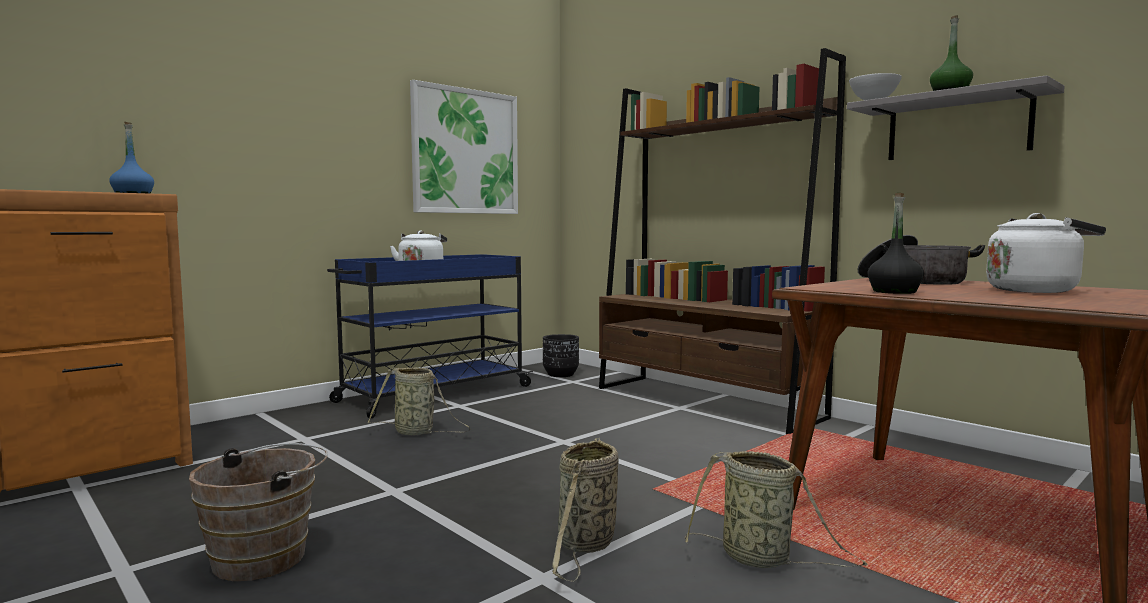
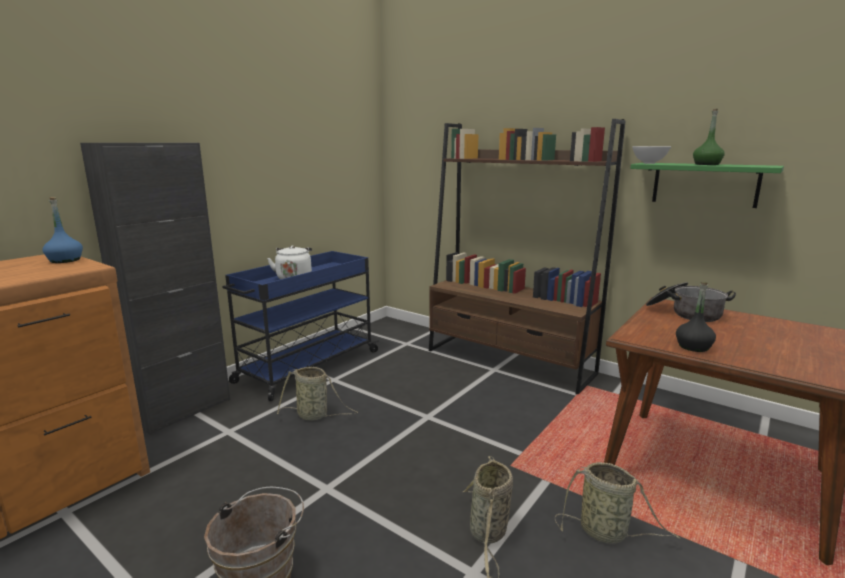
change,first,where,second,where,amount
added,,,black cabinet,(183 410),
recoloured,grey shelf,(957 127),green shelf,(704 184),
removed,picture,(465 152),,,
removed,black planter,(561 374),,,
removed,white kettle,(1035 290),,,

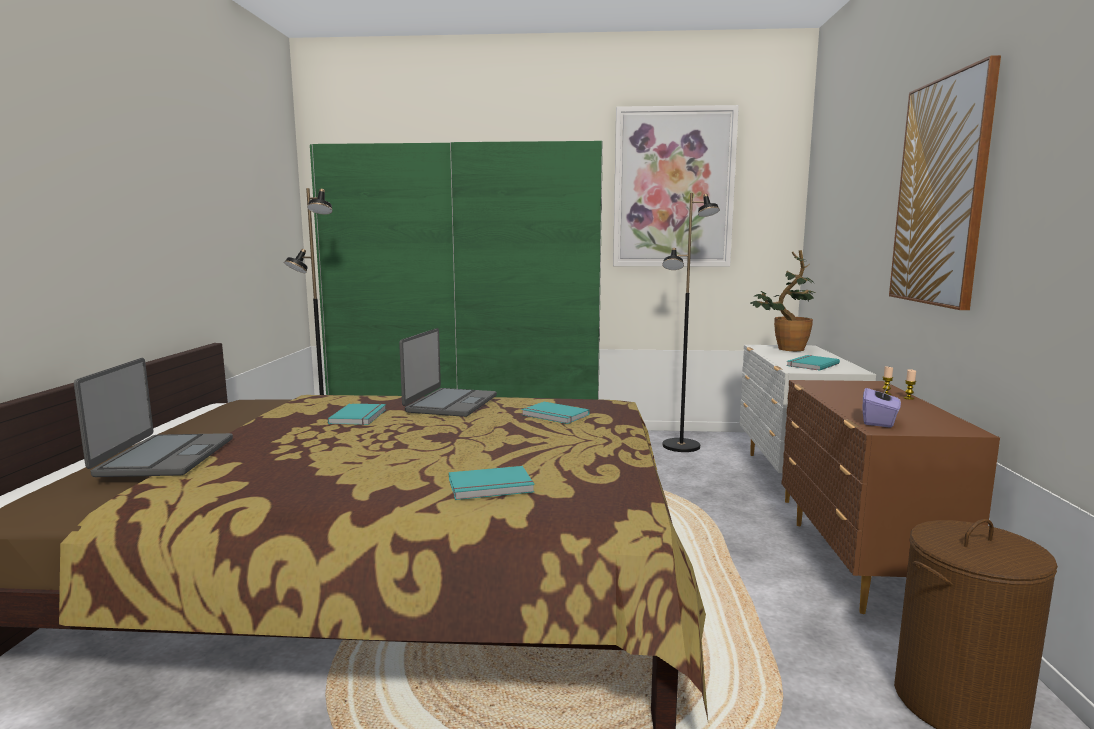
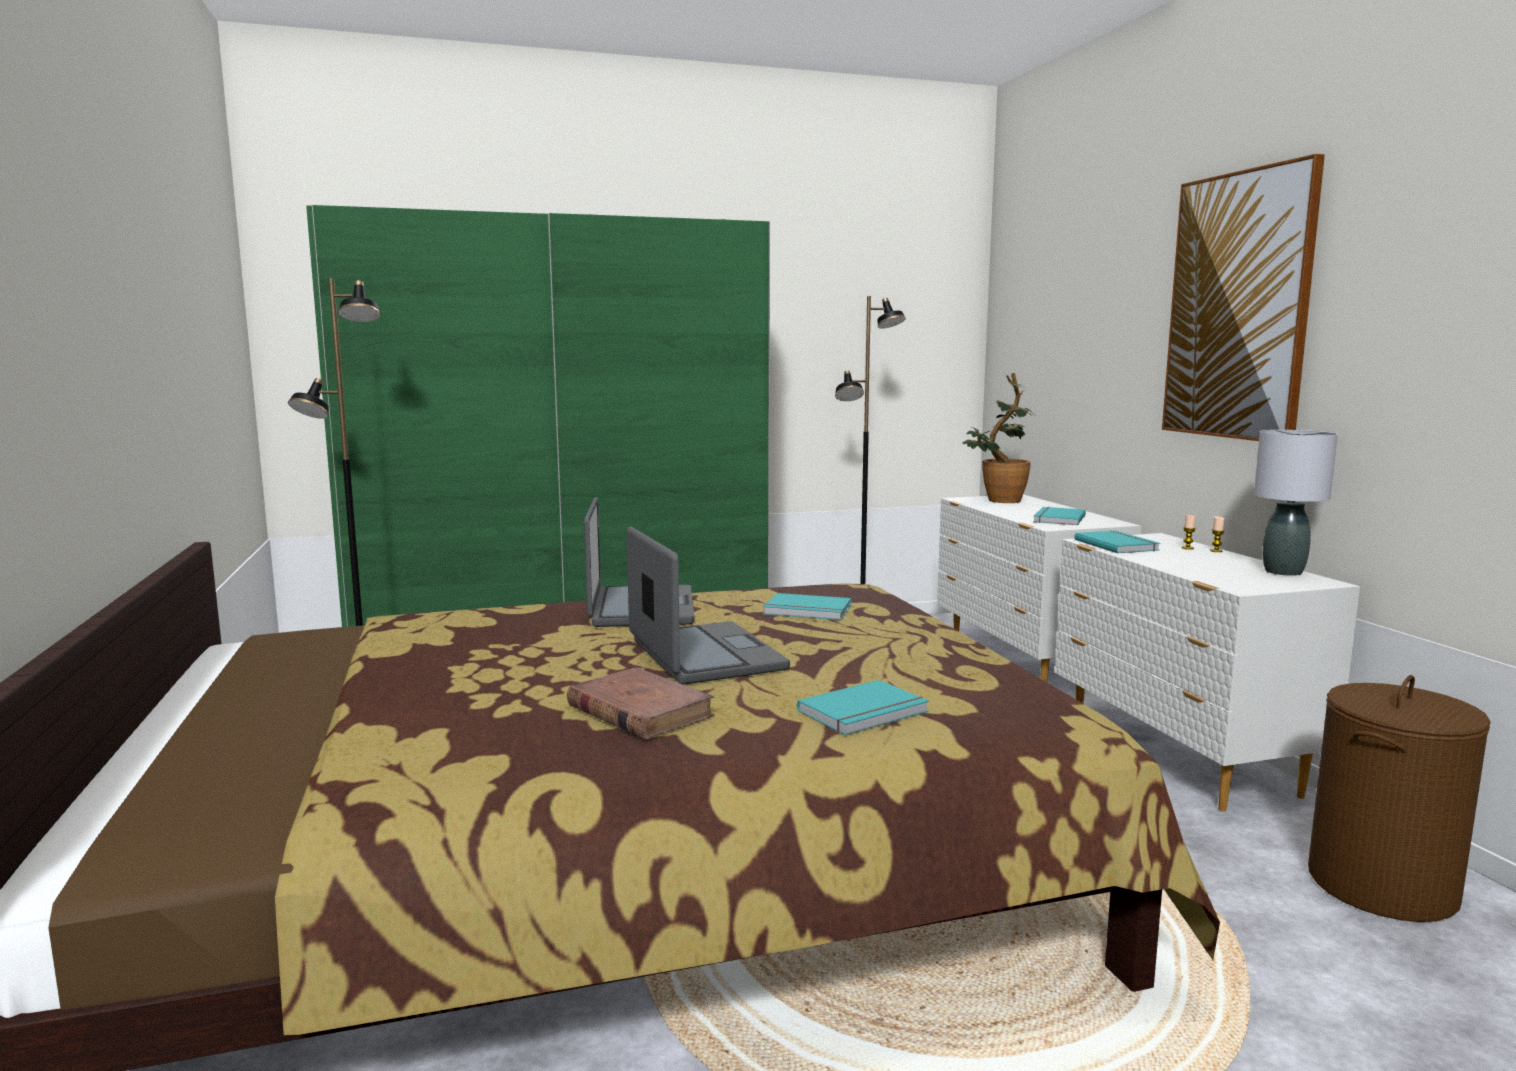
change,first,where,second,where,amount
added,,,brown book,(639 710),
moved,laptop,(164 457),,(704 655),
recoloured,brown dresser,(861 565),white dresser,(1178 757),
moved,turquoise book,(360 416),,(1117 545),
added,,,grey table lamp,(1283 572),
removed,picture,(673 188),,,
removed,purple tissue box,(879 421),,,

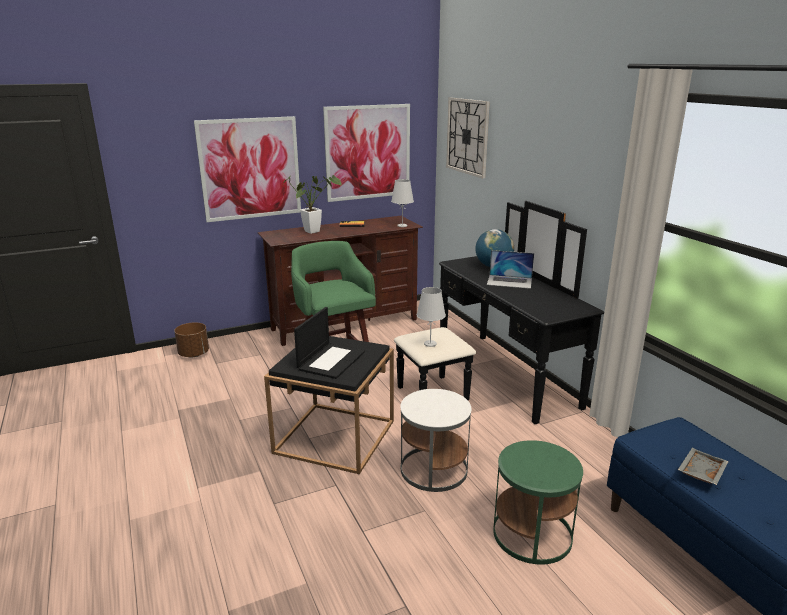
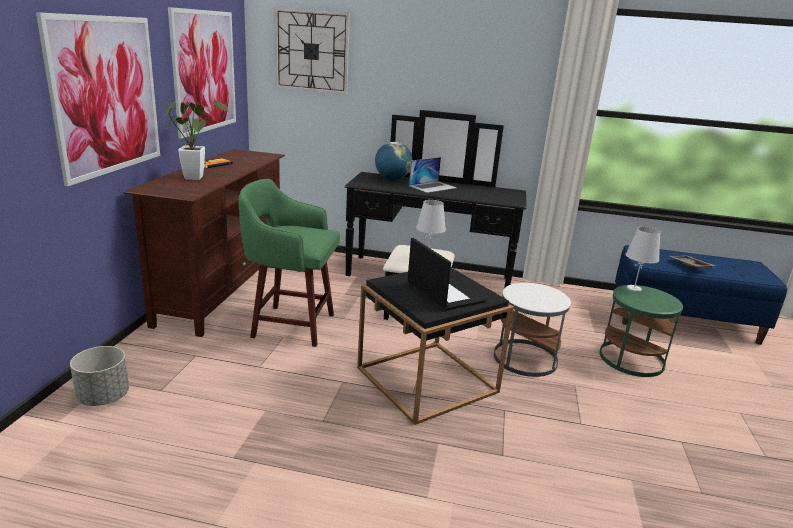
change,first,where,second,where,amount
recoloured,brown planter,(194 354),grey planter,(103 397),
moved,white table lamp,(402 225),,(634 288),

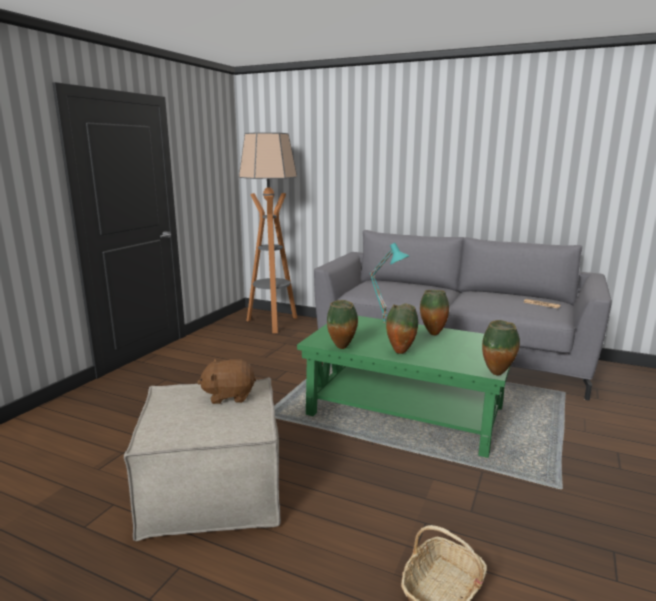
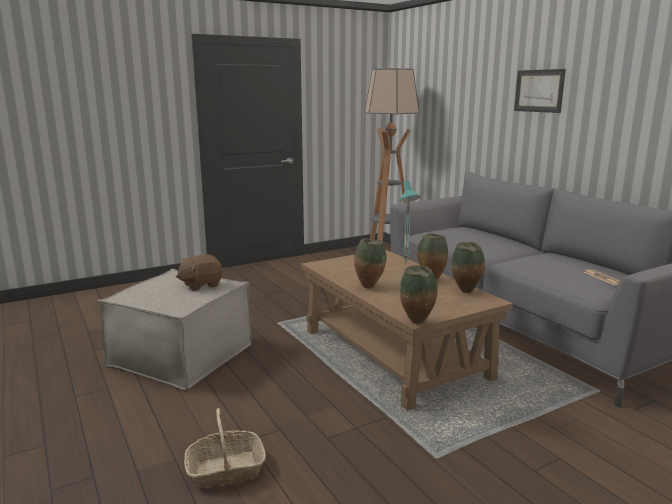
change,first,where,second,where,amount
turned,brown plush toy,(229 396),,(201 285),60 degrees counterclockwise
recoloured,green coffee table,(406 411),brown coffee table,(394 354),
moved,vase,(342 348),,(466 292),
added,,,picture,(539 91),

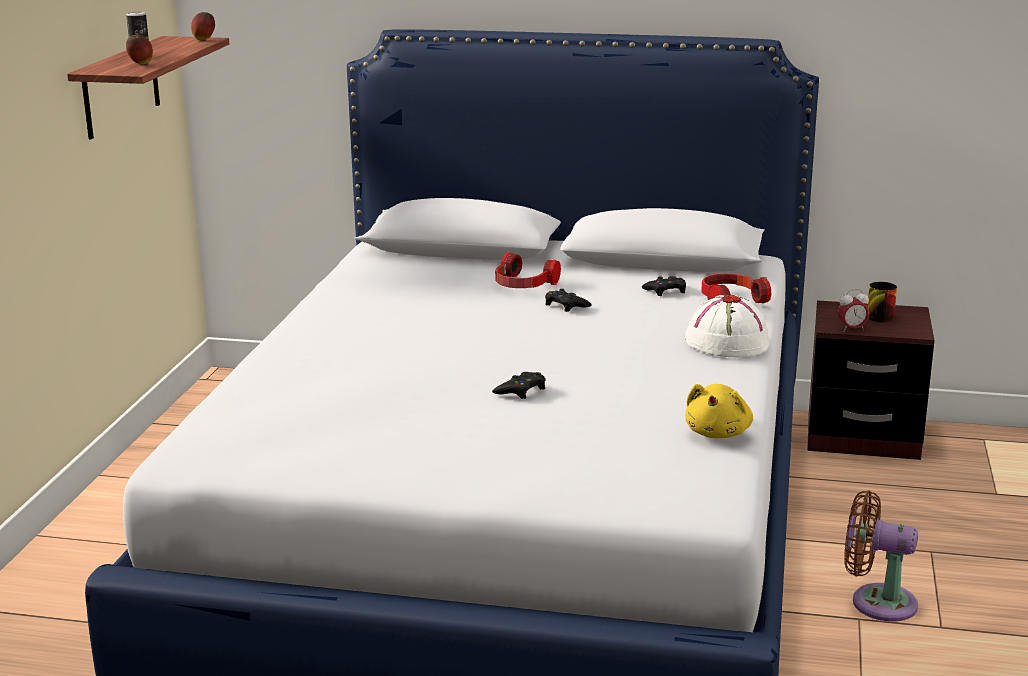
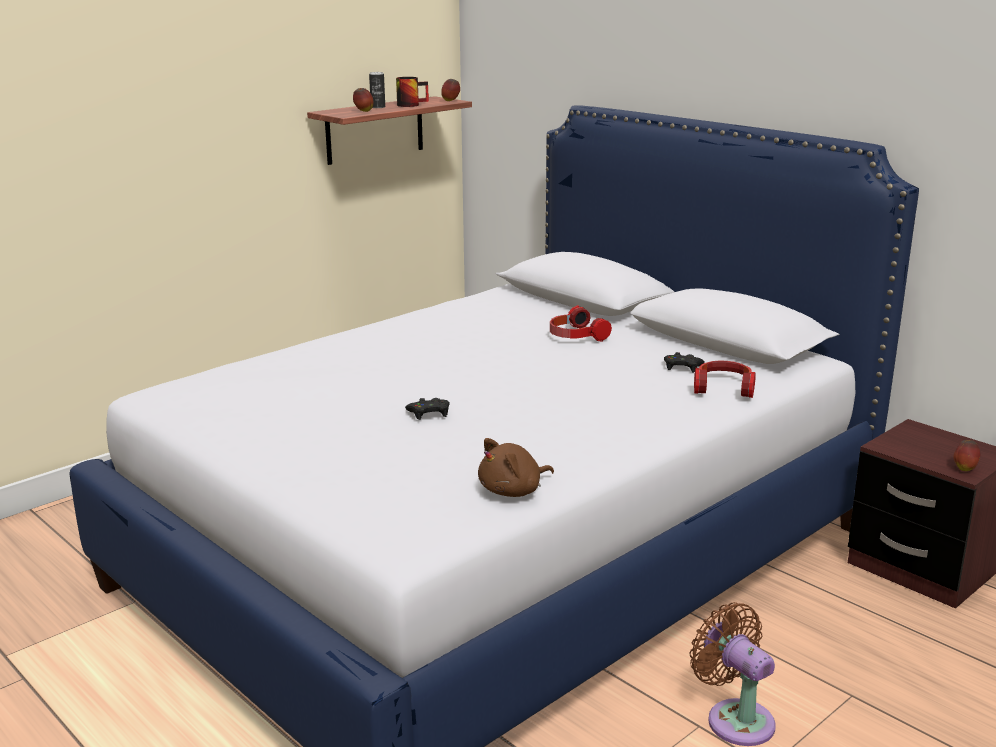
change,first,where,second,where,amount
moved,mug,(879 315),,(411 104),
recoloured,yellow plush toy,(718 433),brown plush toy,(513 491),
added,,,apple,(964 469),
removed,black game controller,(565 305),,,
removed,white hat,(726 342),,,
removed,alarm clock,(851 329),,,

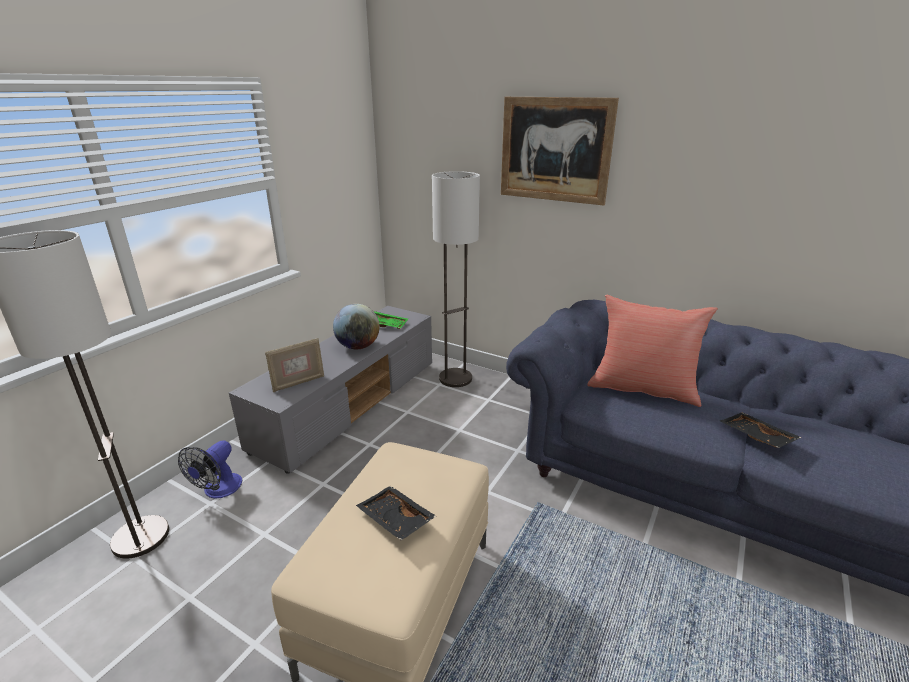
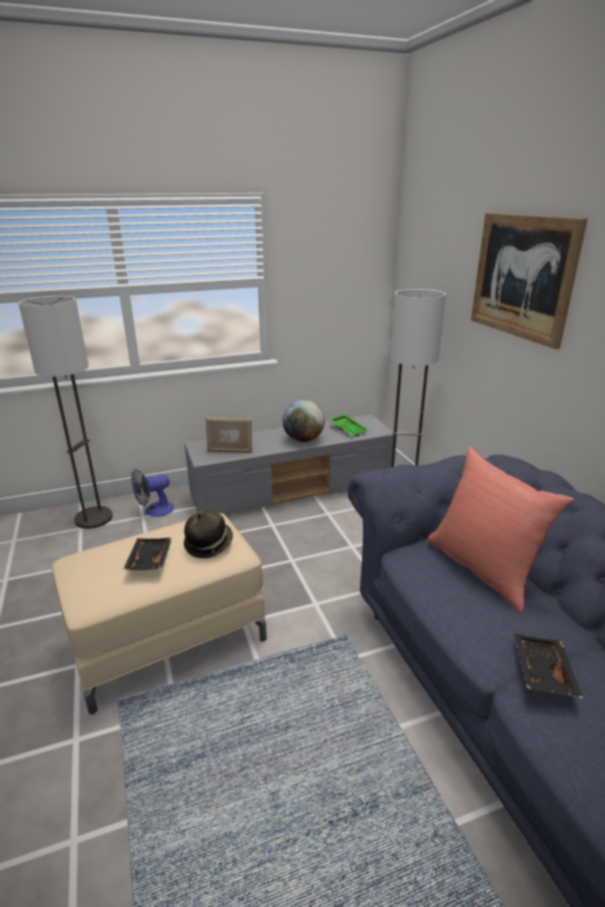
change,first,where,second,where,amount
added,,,hat,(209 544),

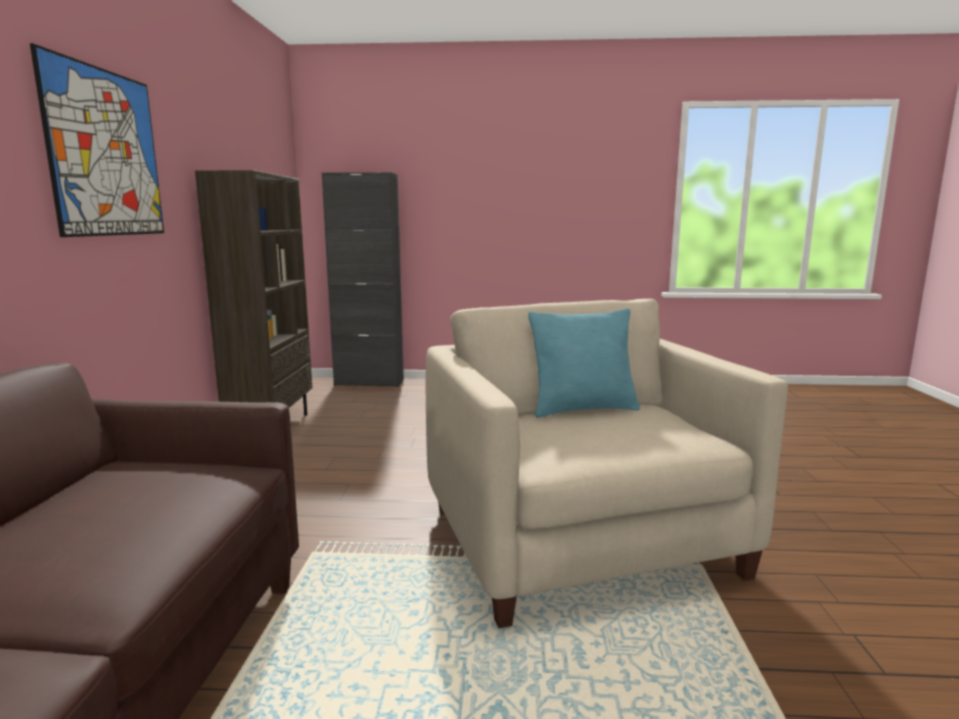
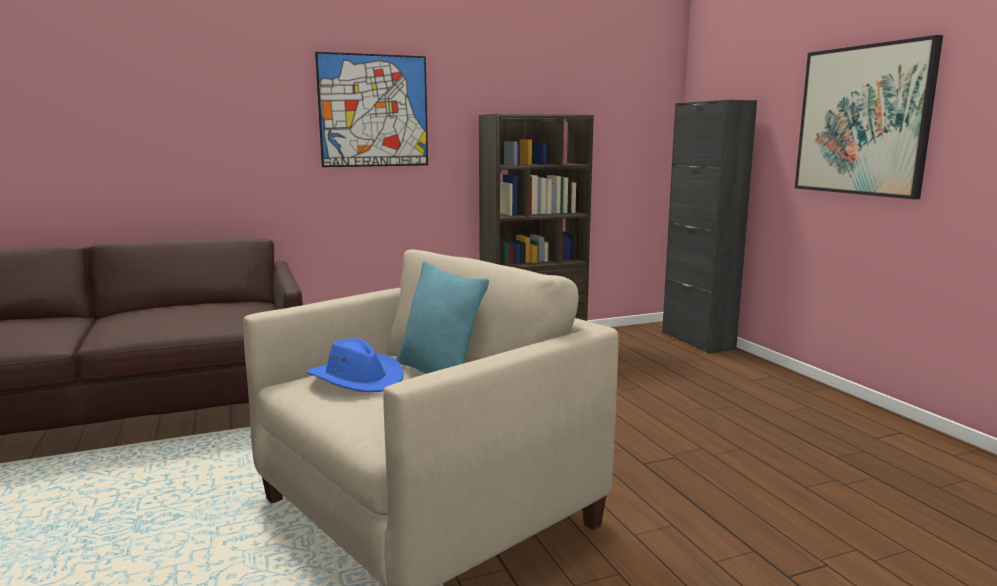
change,first,where,second,where,amount
added,,,blue hat,(357 378),
added,,,picture,(863 120),

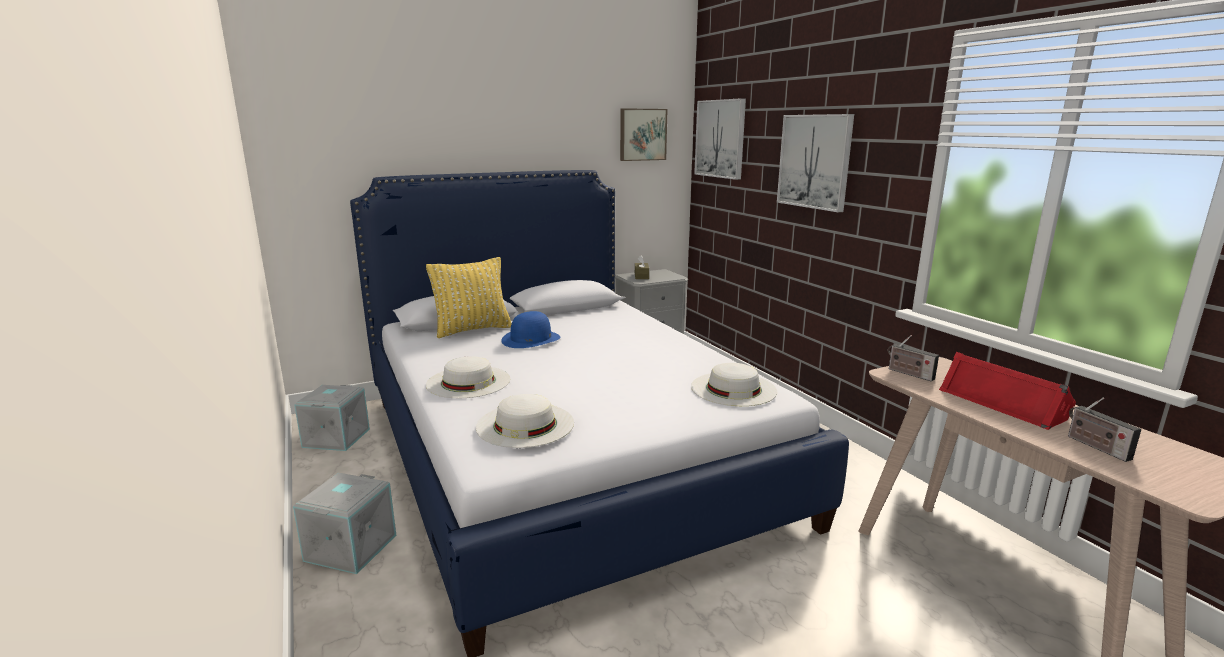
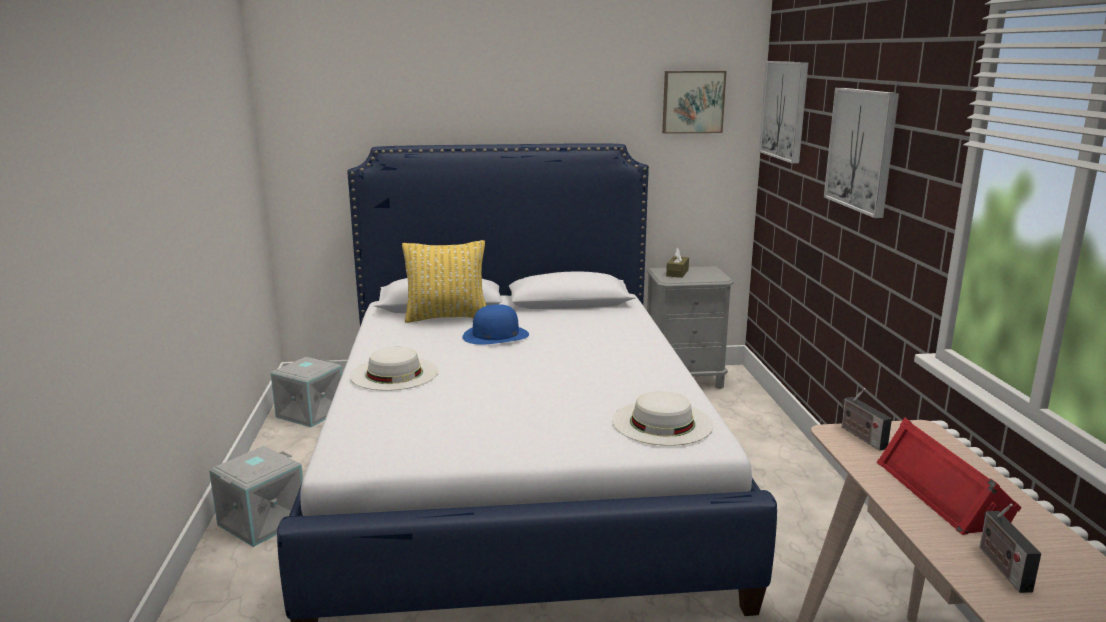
change,first,where,second,where,amount
removed,white hat,(525 424),,,

